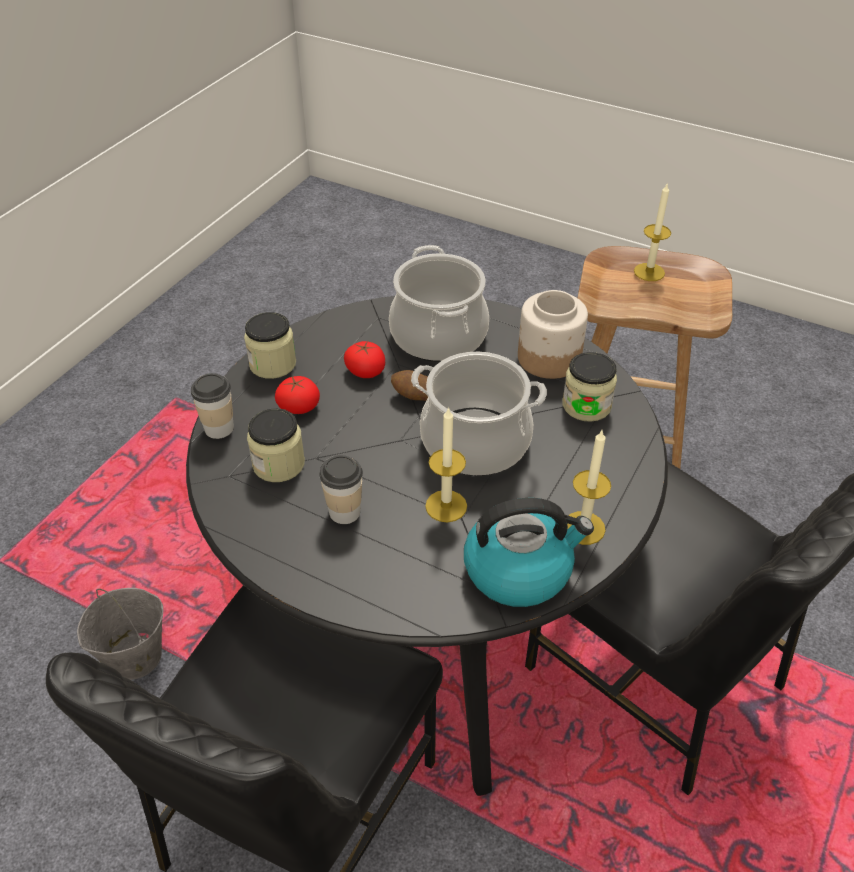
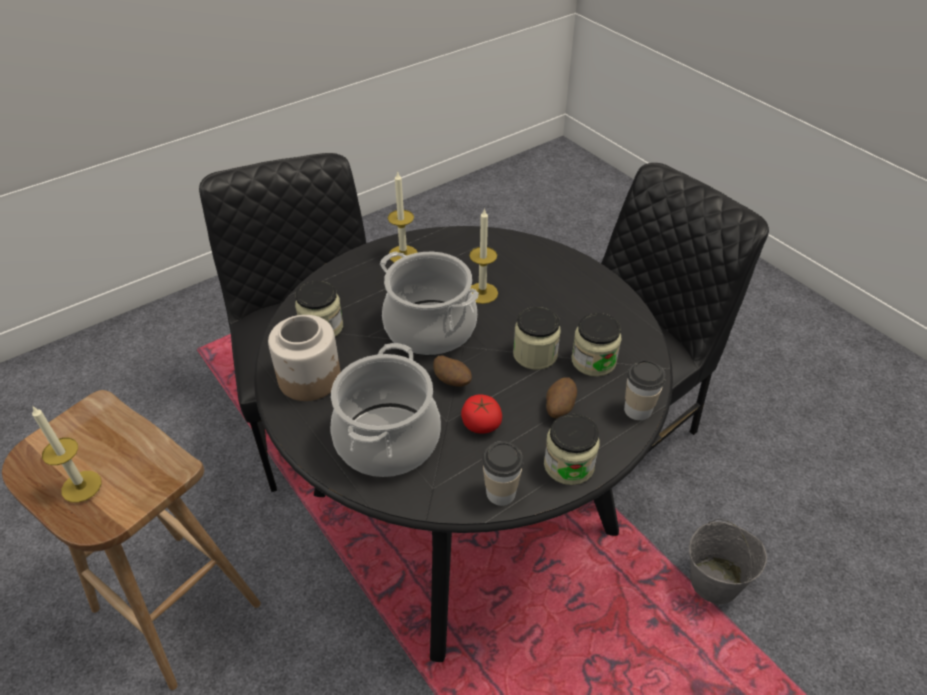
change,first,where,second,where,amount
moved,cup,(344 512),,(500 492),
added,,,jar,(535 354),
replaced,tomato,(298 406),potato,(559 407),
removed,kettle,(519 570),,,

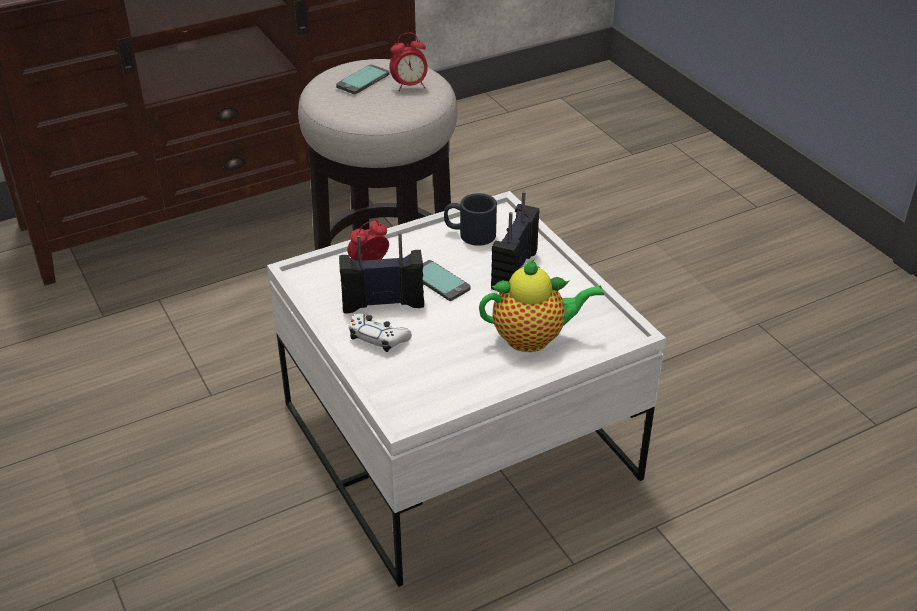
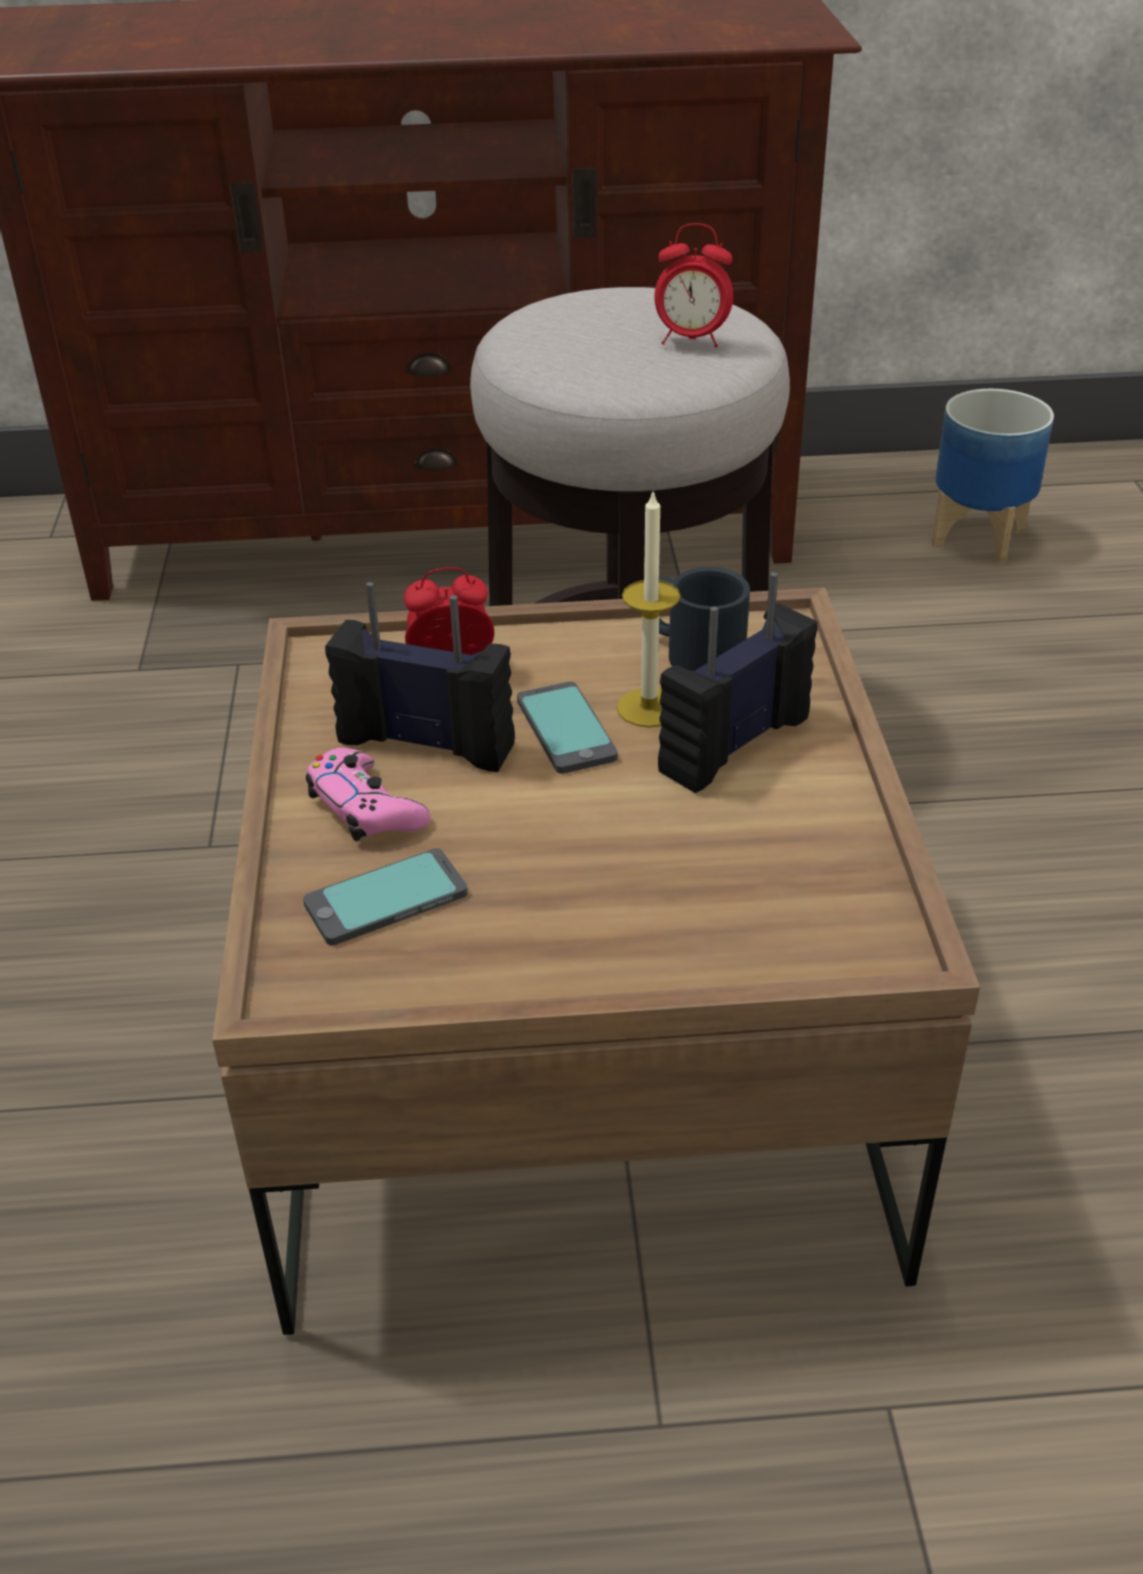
change,first,where,second,where,amount
recoloured,white coffee table,(458 442),brown coffee table,(577 1071),
moved,phone,(363 80),,(386 900),
recoloured,white game controller,(378 337),pink game controller,(366 808),
added,,,candle,(649 708),
added,,,planter,(976 538),
removed,teapot,(533 338),,,

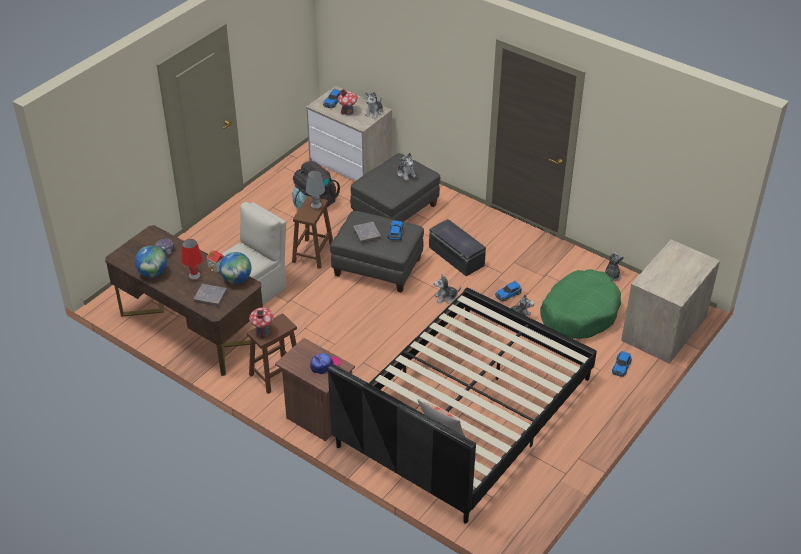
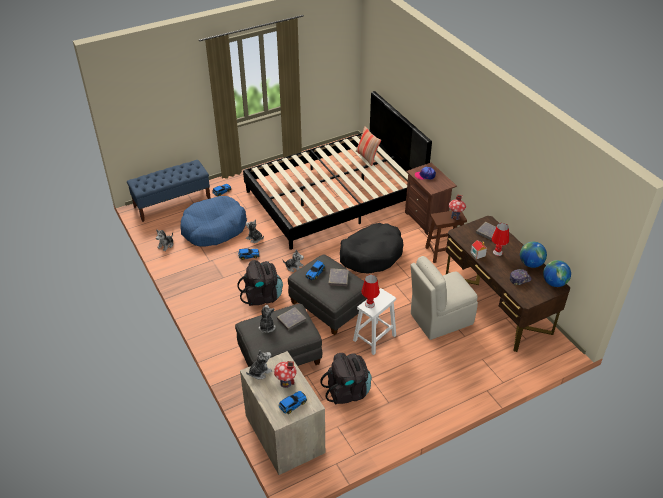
change,first,where,second,where,amount
replaced,dresser,(664 329),blue bench,(172 203),
recoloured,green dog bed,(579 313),blue dog bed,(213 228),
replaced,black storage box,(455 256),black backpack,(262 296),
added,,,grey book,(291 320),
added,,,black dog bed,(371 254),
recoloured,brown stool,(313 253),white stool,(374 338),
recoloured,grey table lamp,(316 205),red table lamp,(370 304),
moved,globe,(237 279),,(554 283),

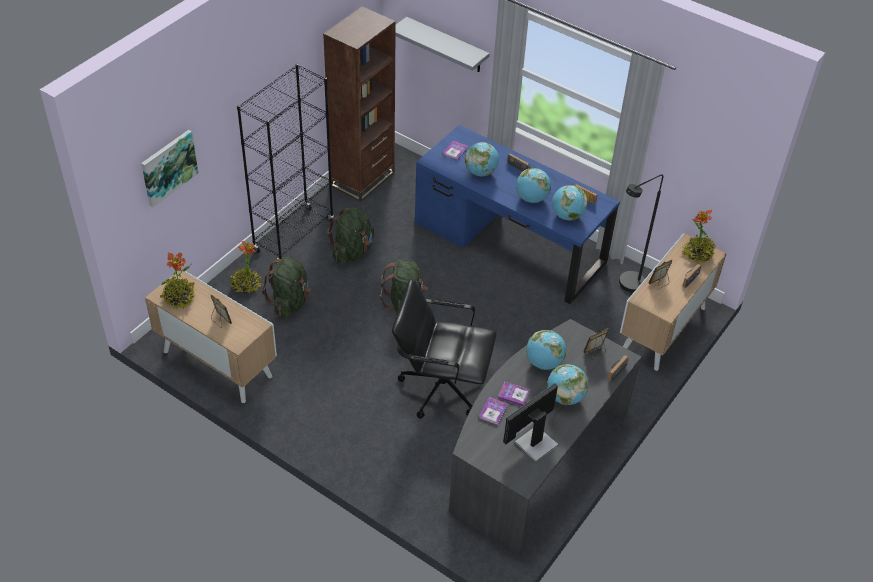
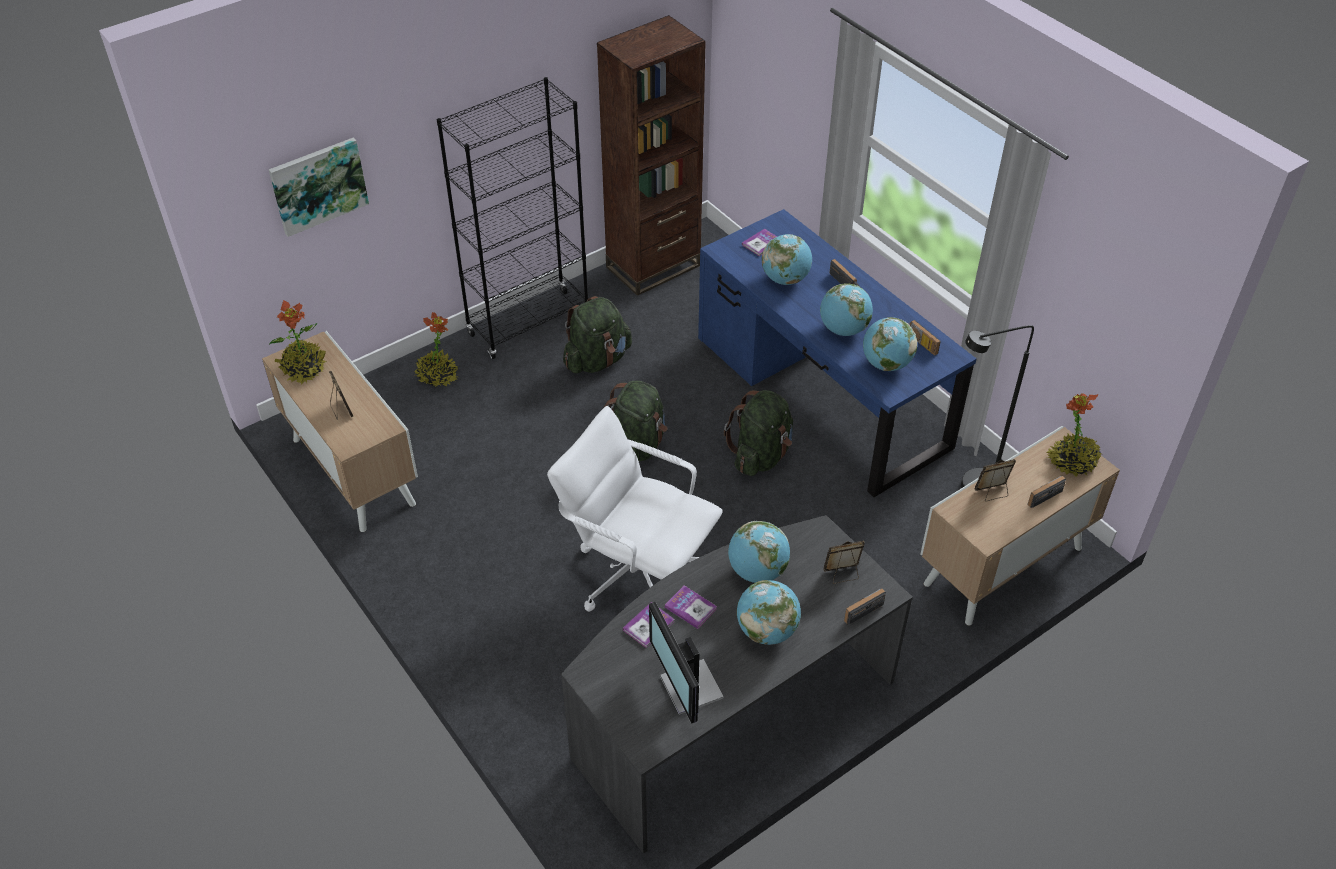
change,first,where,second,where,amount
recoloured,black office chair,(441 387),white office chair,(637 573),
turned,monitor,(534 443),,(689 689),90 degrees counterclockwise
moved,green backpack,(290 302),,(761 455),
removed,grey shelf,(446 45),,,

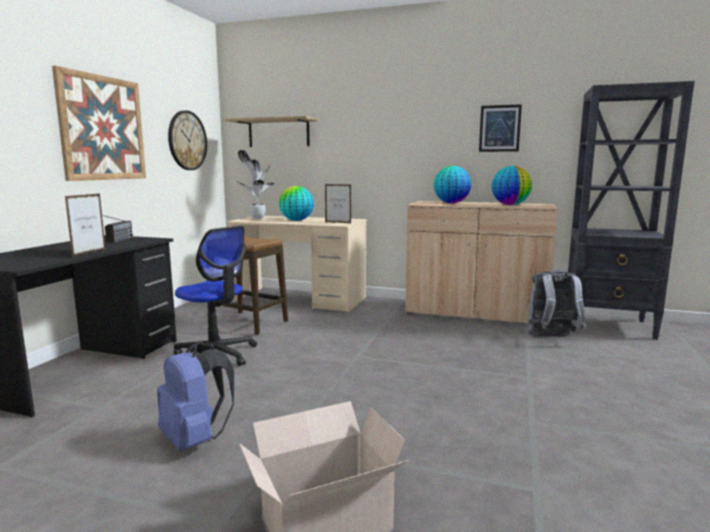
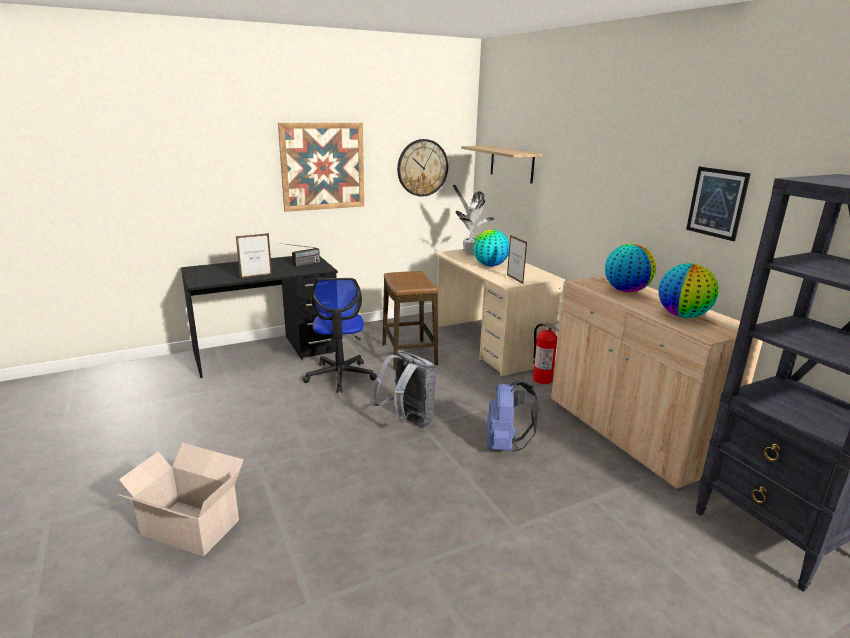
change,first,where,second,where,amount
moved,grey backpack,(551 338),,(407 421),
moved,blue backpack,(196 439),,(505 445),
added,,,fire extinguisher,(542 379),

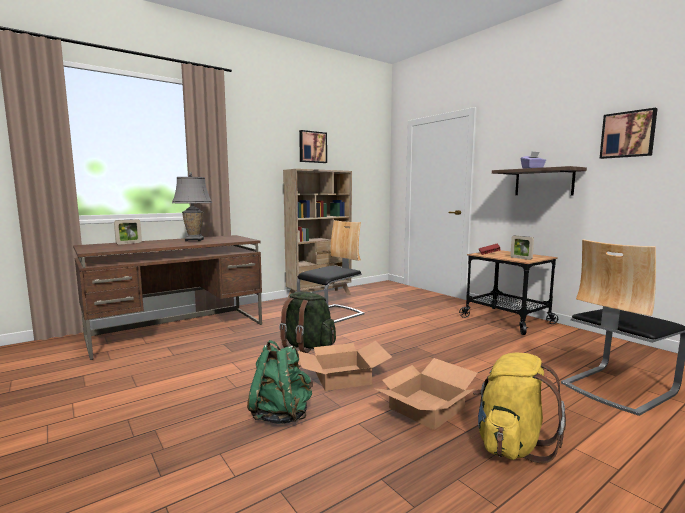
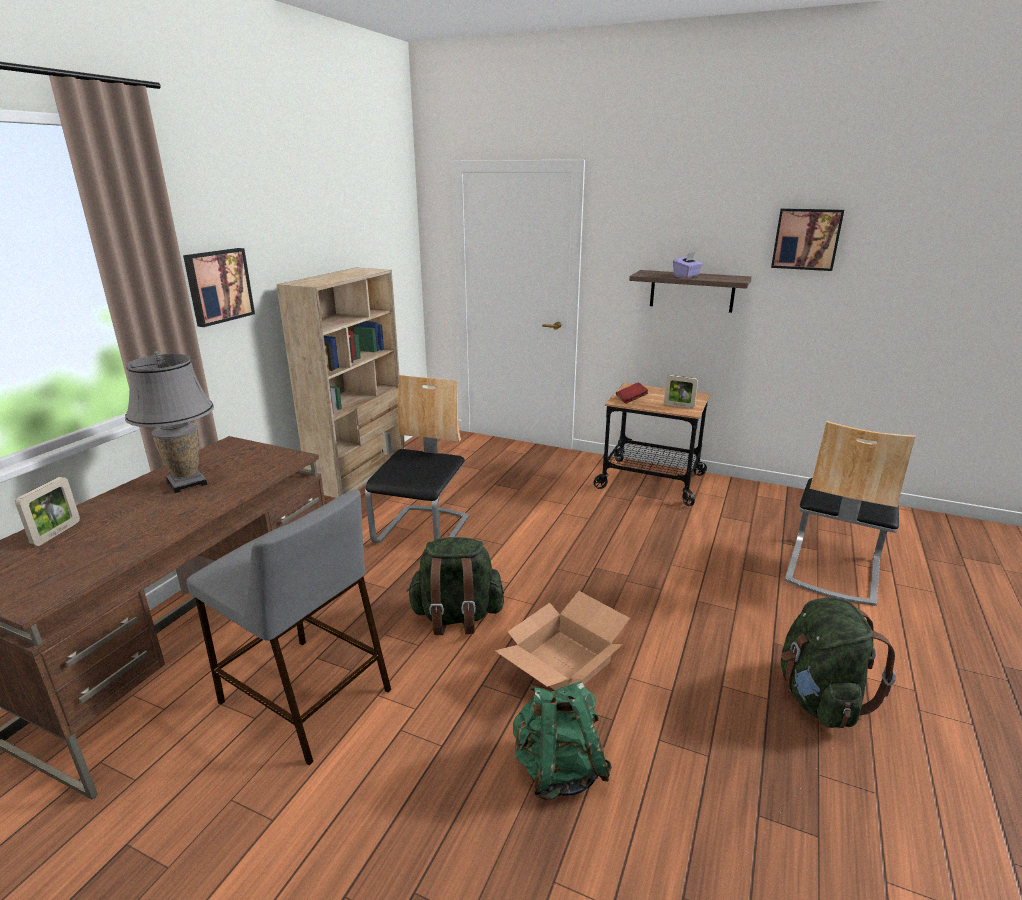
change,first,where,second,where,amount
moved,picture,(312 147),,(218 286),
added,,,grey stool,(303 695),
recoloured,yellow backpack,(511 444),green backpack,(819 698),
removed,cardboard box,(427 408),,,

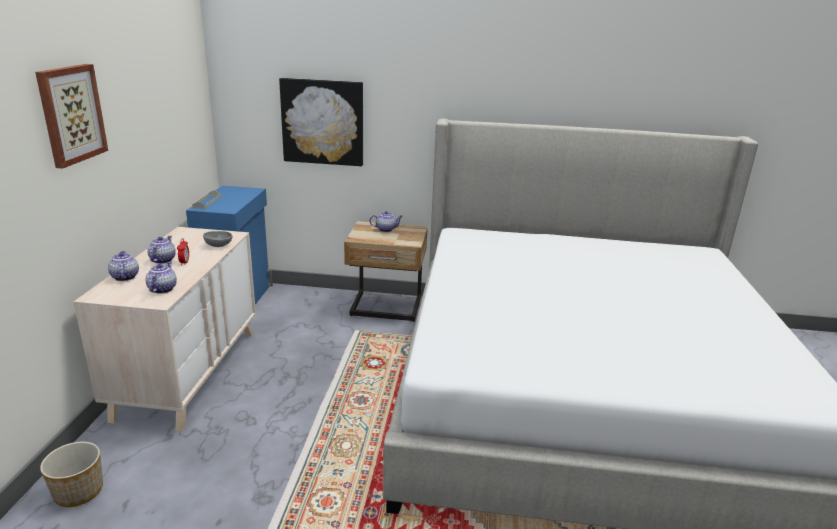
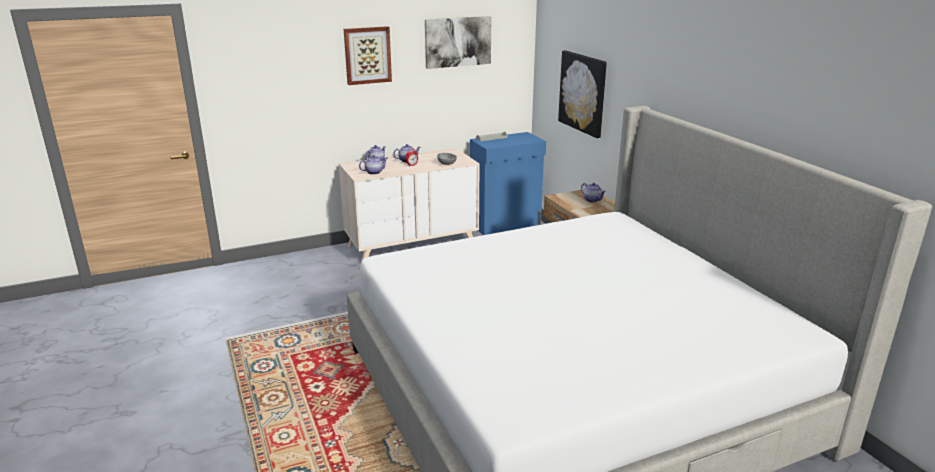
change,first,where,second,where,amount
added,,,picture,(457 42),
removed,planter,(79 492),,,

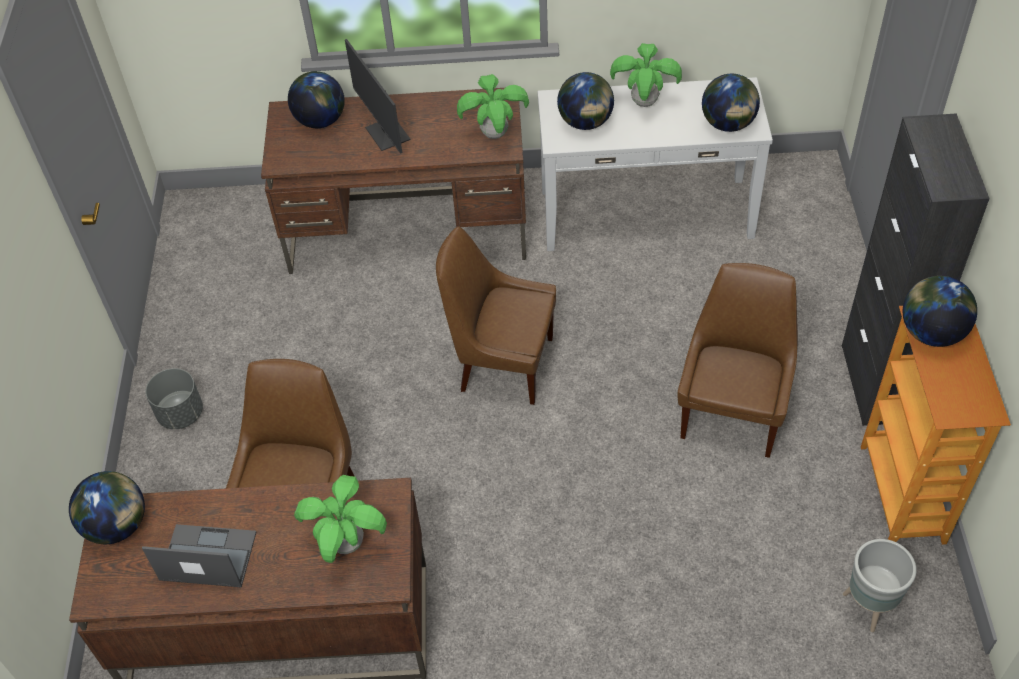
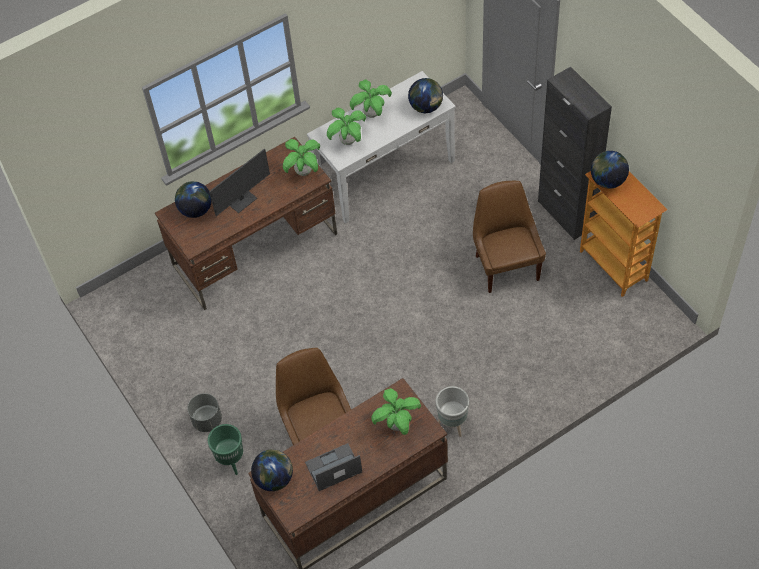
change,first,where,second,where,amount
added,,,green planter,(231 461),
turned,monitor,(386 134),,(242 200),75 degrees counterclockwise
replaced,globe,(585 122),potted plant,(348 141),
moved,grey planter,(868 607),,(452 424),
removed,brown chair,(502 364),,,

